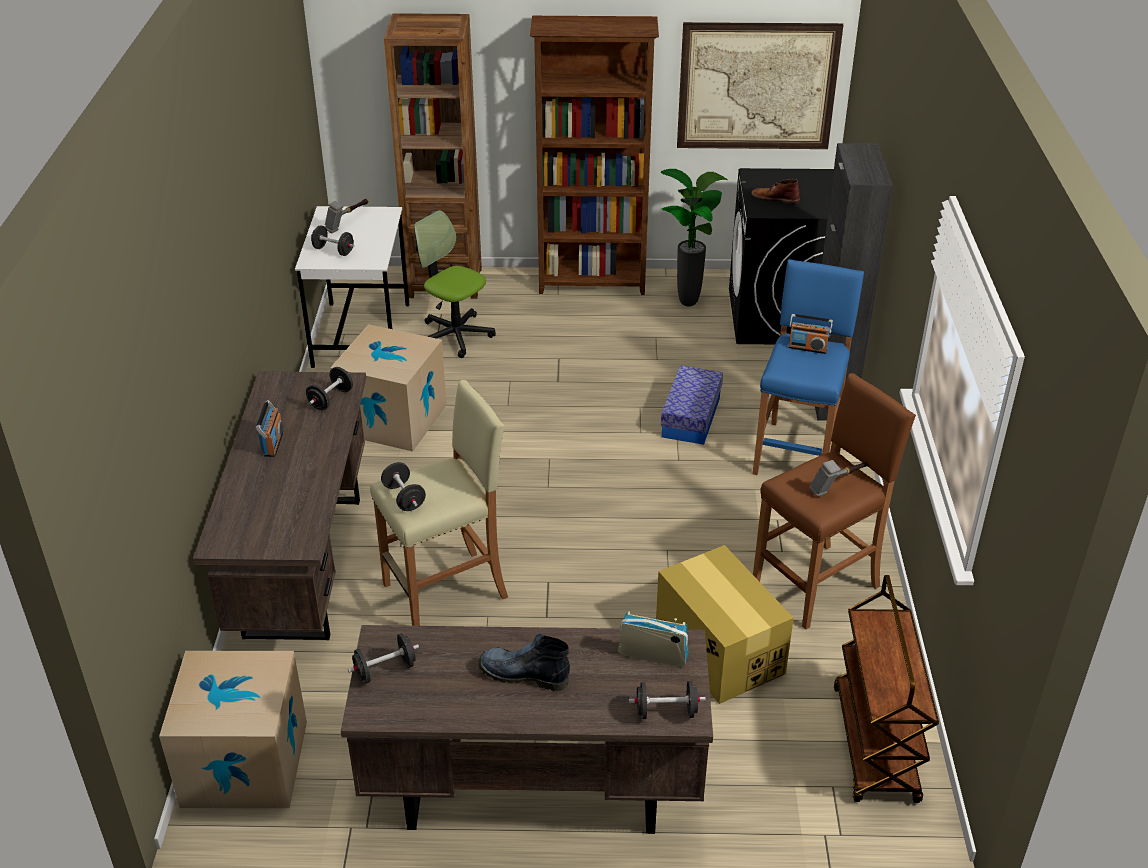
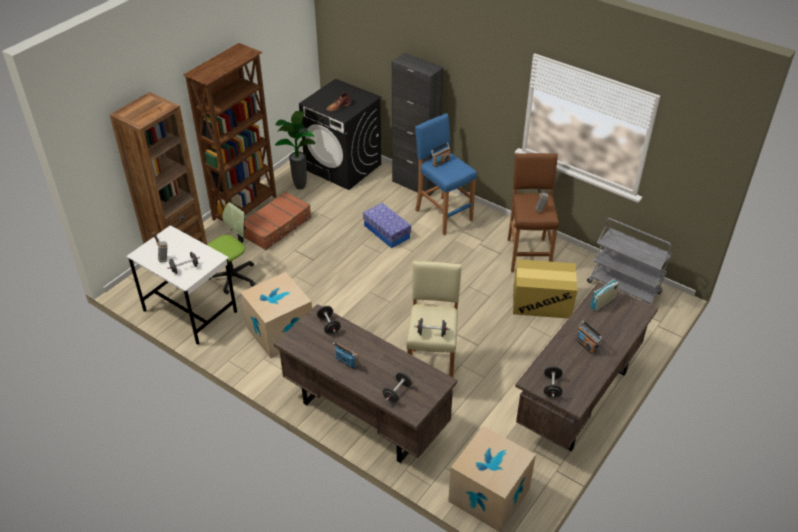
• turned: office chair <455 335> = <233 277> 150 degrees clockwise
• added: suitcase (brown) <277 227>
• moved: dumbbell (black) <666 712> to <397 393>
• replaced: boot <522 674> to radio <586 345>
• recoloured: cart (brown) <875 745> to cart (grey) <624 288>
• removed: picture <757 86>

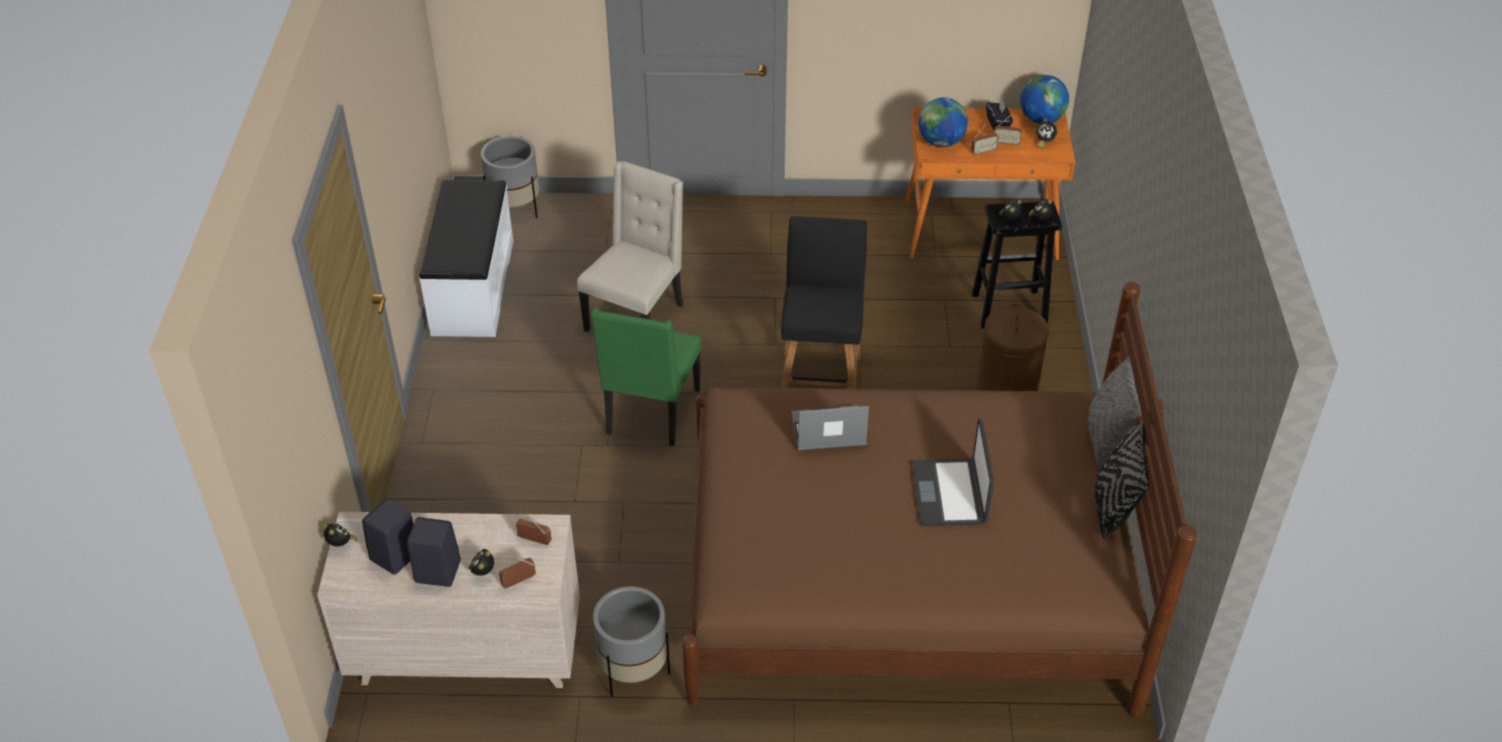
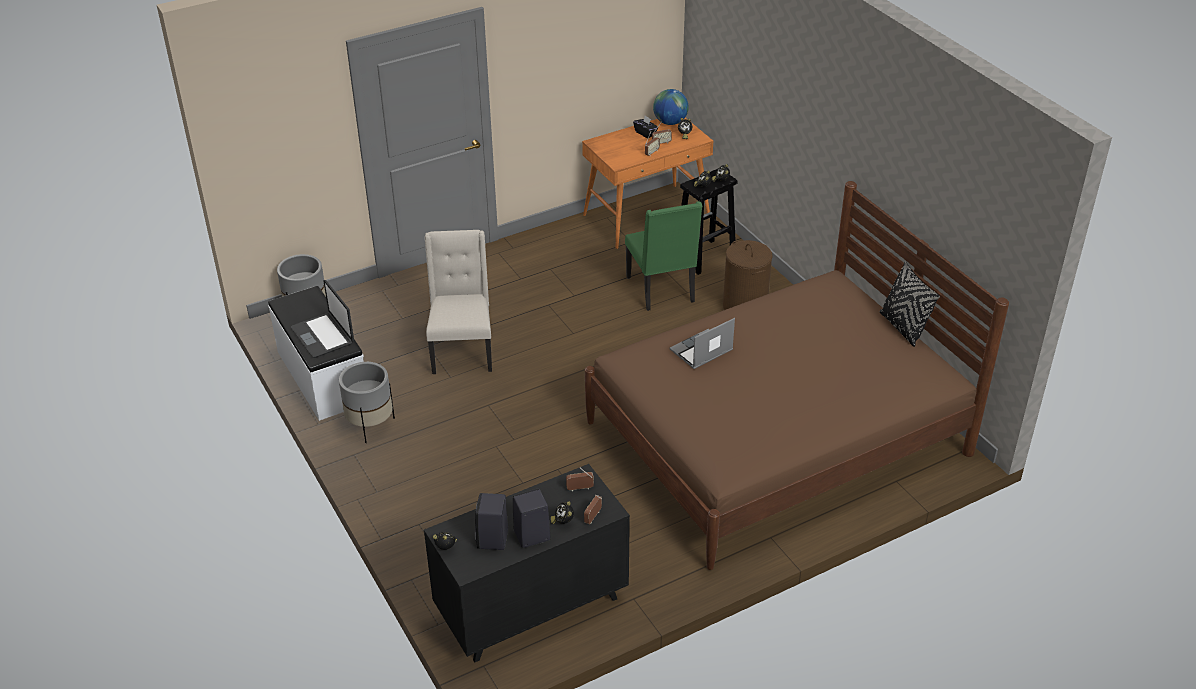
• moved: laptop <950 494> to <323 335>
• moved: planter (grey) <633 671> to <370 426>
• recoloured: dresser (beige) <465 652> to dresser (black) <531 608>
• moved: chair (green) <651 413> to <662 290>
• removed: chair (black) <820 377>
• removed: globe <940 142>
• removed: pillow (grey) <1106 437>

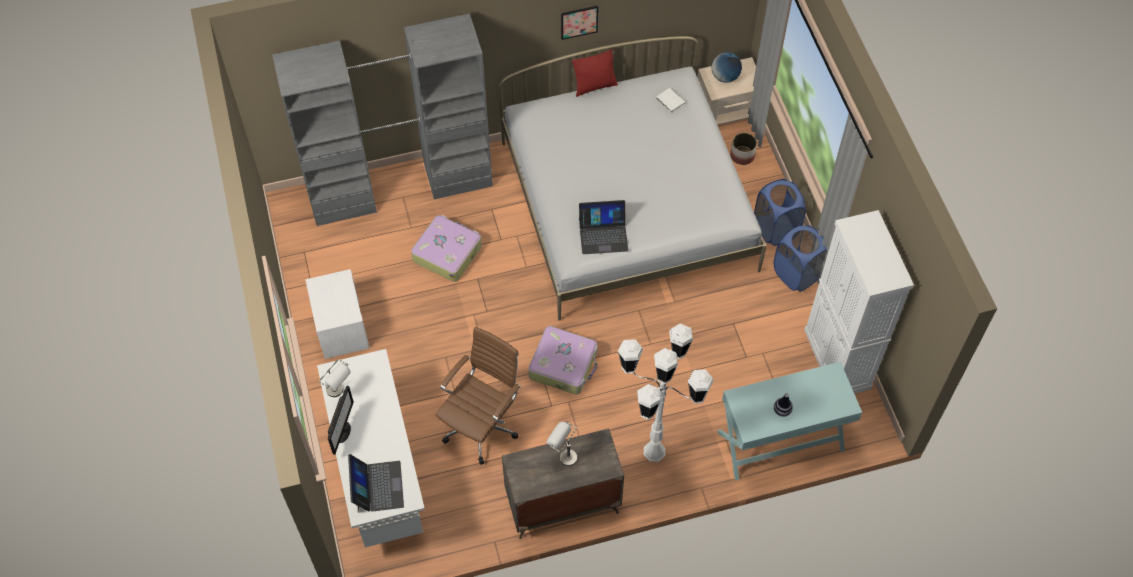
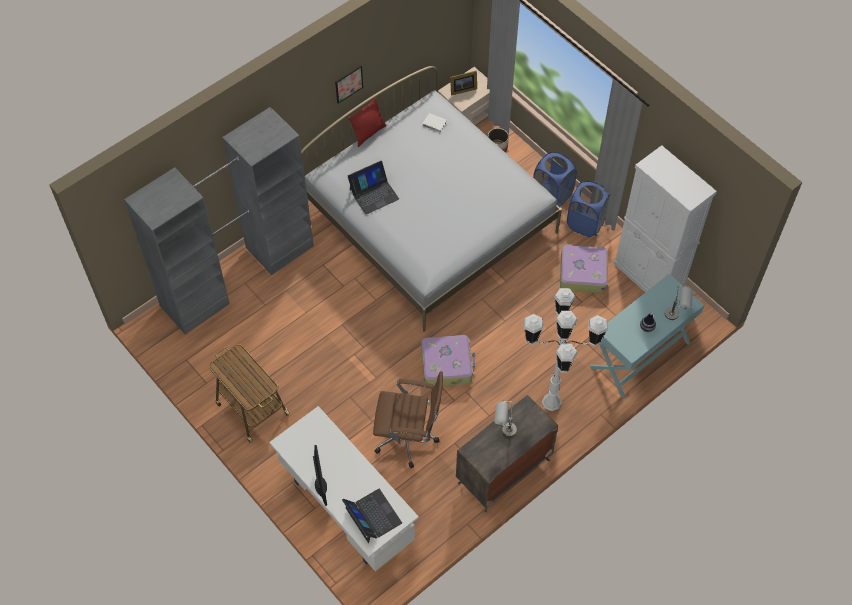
• replaced: nightstand (white) <341 327> to cart <251 408>
• moved: laptop <603 234> to <374 194>
• turned: office chair (brown) <482 425> = <409 438> 90 degrees clockwise
• replaced: globe <725 77> to picture frame <462 89>
• moved: suitcase <447 253> to <582 273>
• moved: table lamp (grey) <339 392> to <676 314>

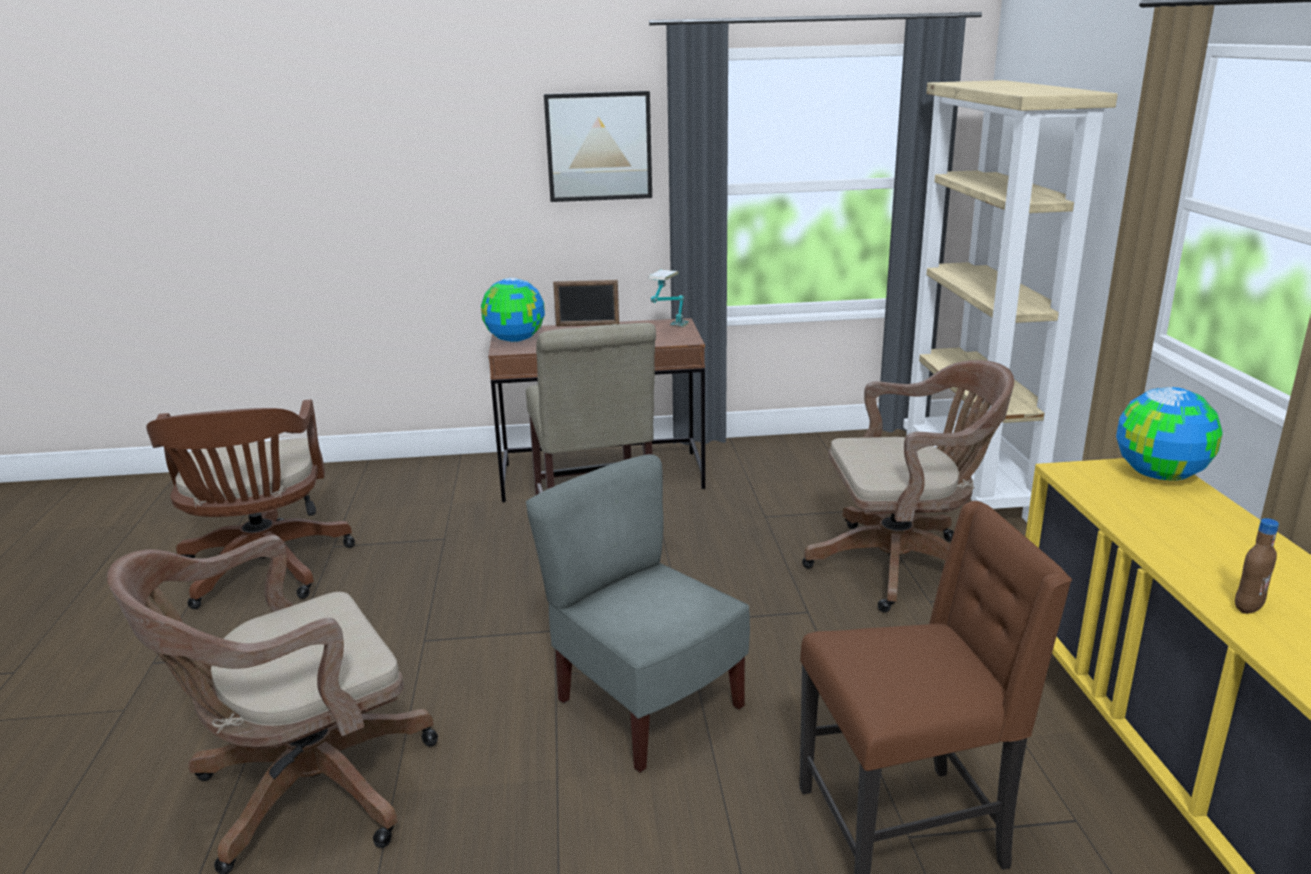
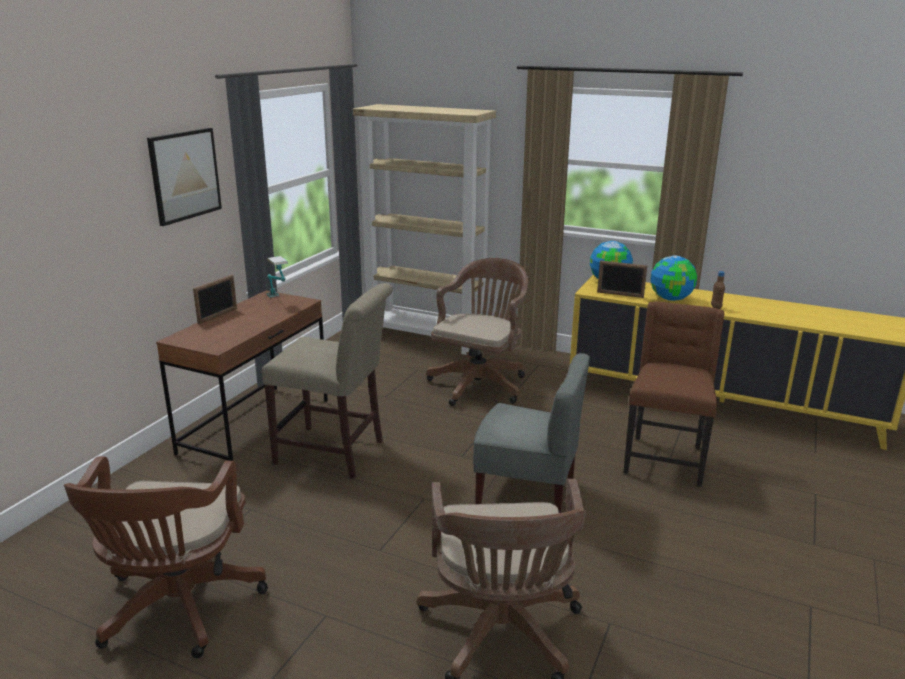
• turned: office chair (brown) <264 572> = <178 609> 75 degrees clockwise
• turned: chair (grey) <646 706> = <527 491> 150 degrees counterclockwise
• added: picture frame <620 294>
• moved: globe <515 340> to <671 299>

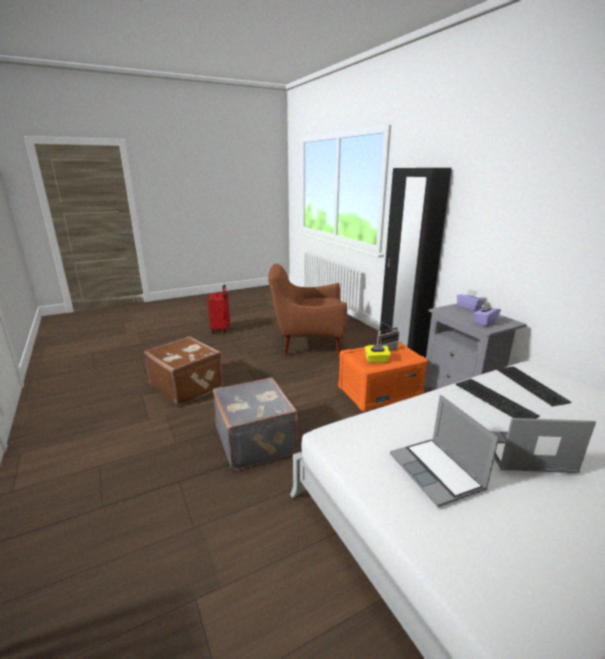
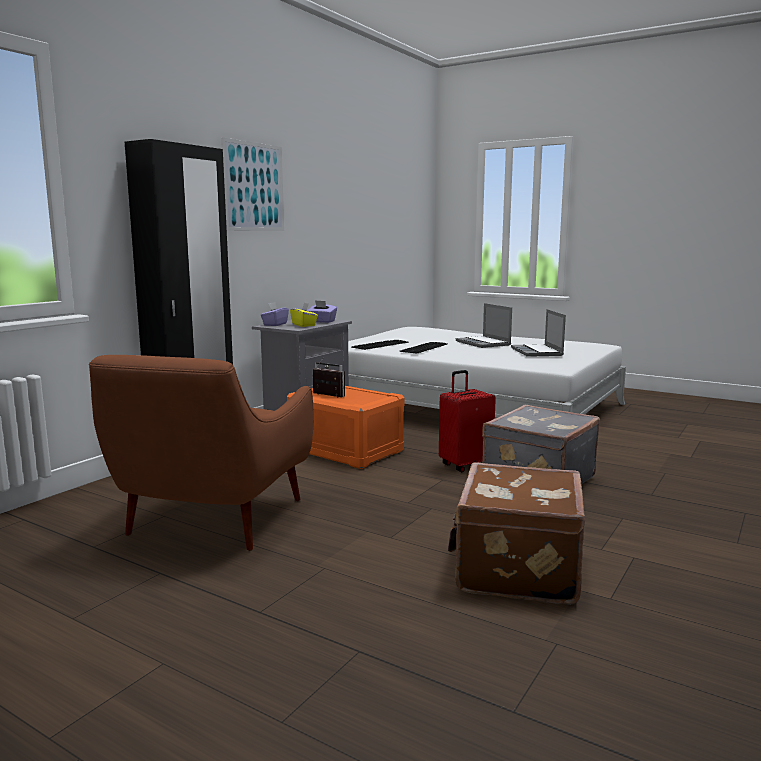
• turned: armchair (brown) <307 343> = <213 520> 45 degrees clockwise
• added: picture <254 187>
• moved: tissue box (yellow) <376 360> to <304 325>
• moved: suitcase (red) <221 329> to <465 465>
• turned: laptop <437 472> = <537 352> 135 degrees clockwise

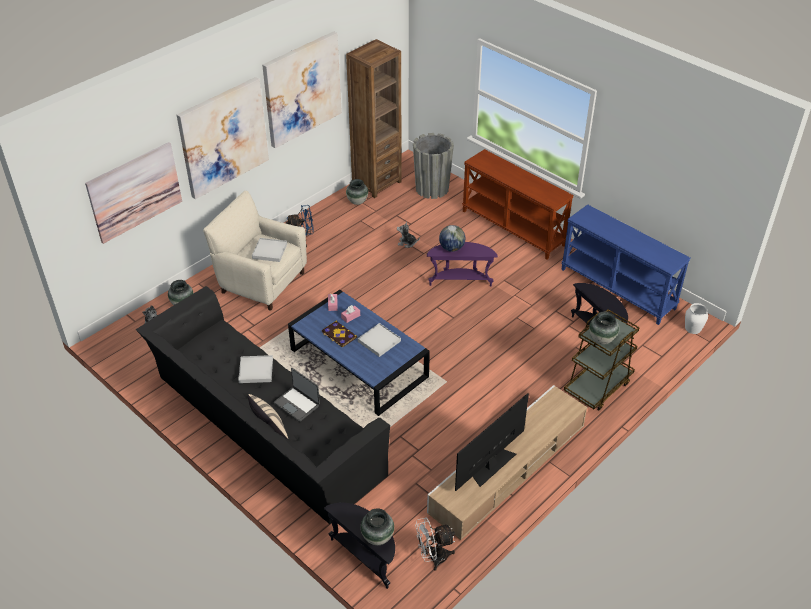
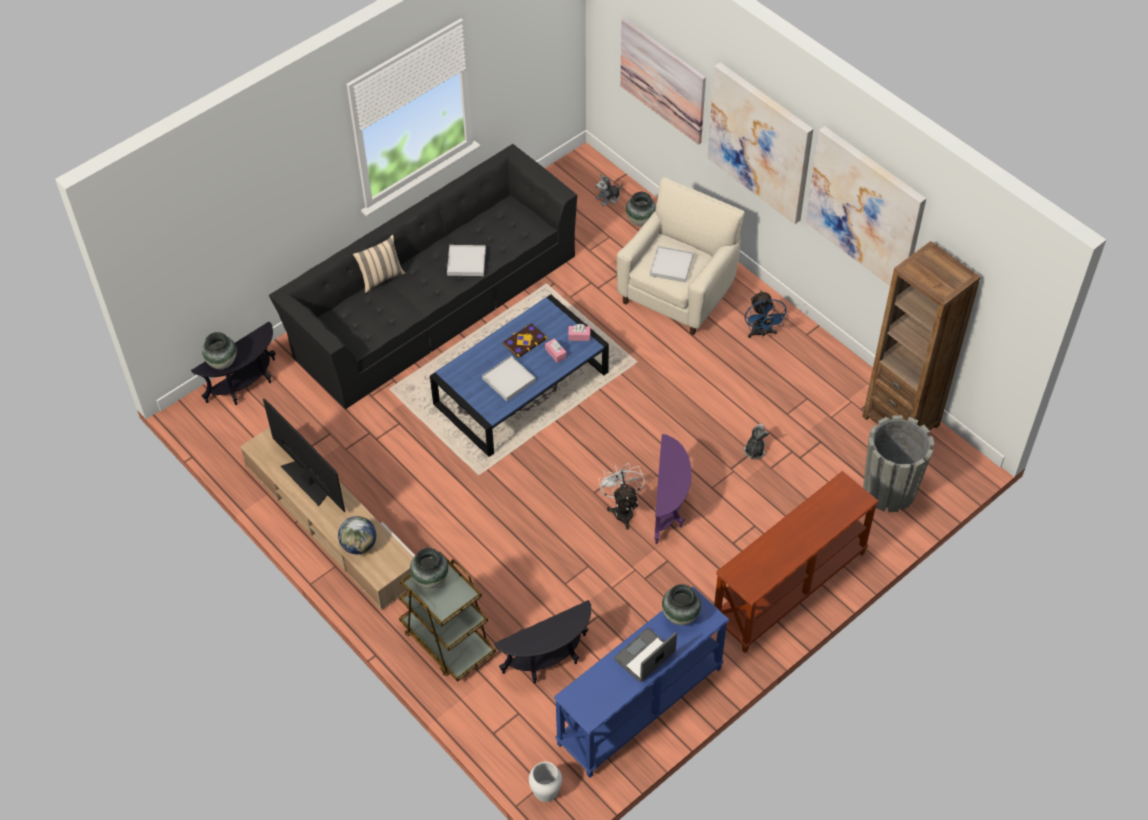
• moved: globe <451 248> to <359 545>
• moved: fan (white) <433 557> to <622 509>
• moved: laptop <297 404> to <645 656>
• moved: vase <357 202> to <680 615>

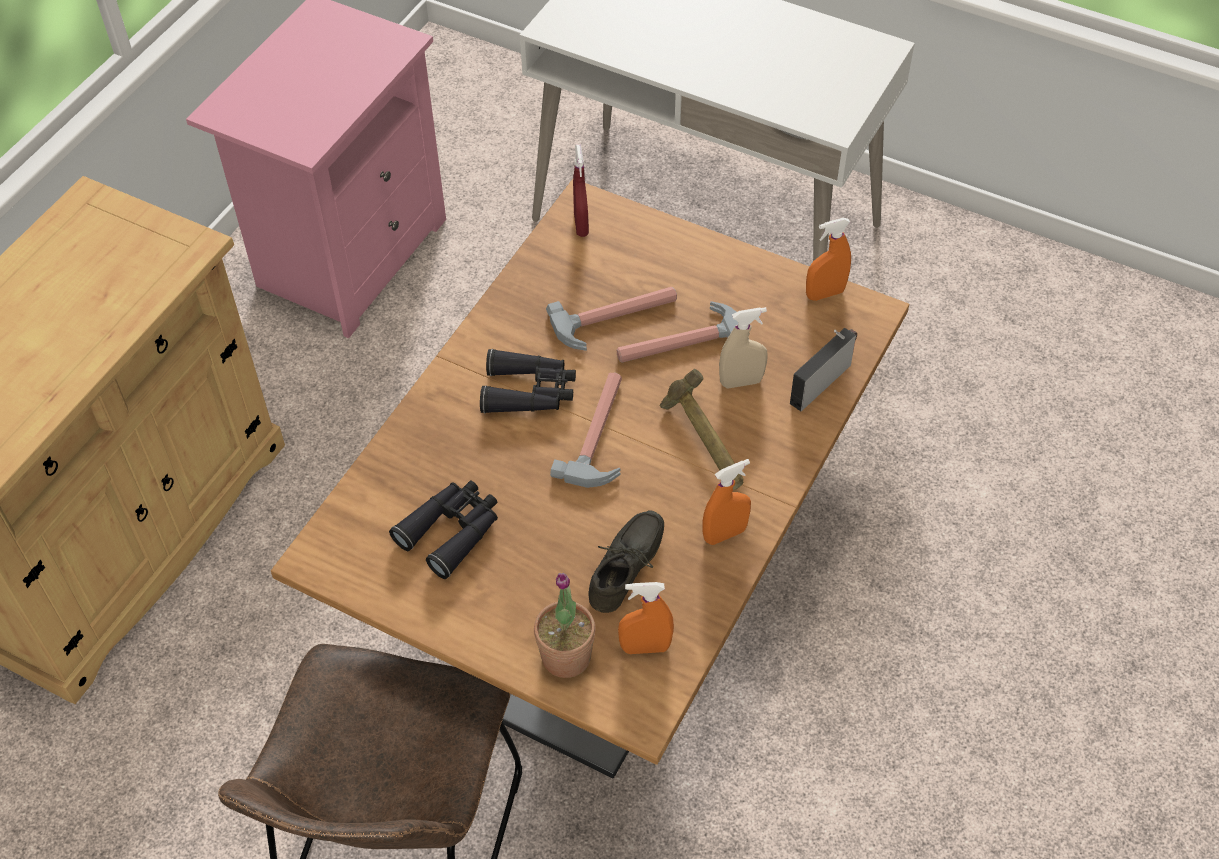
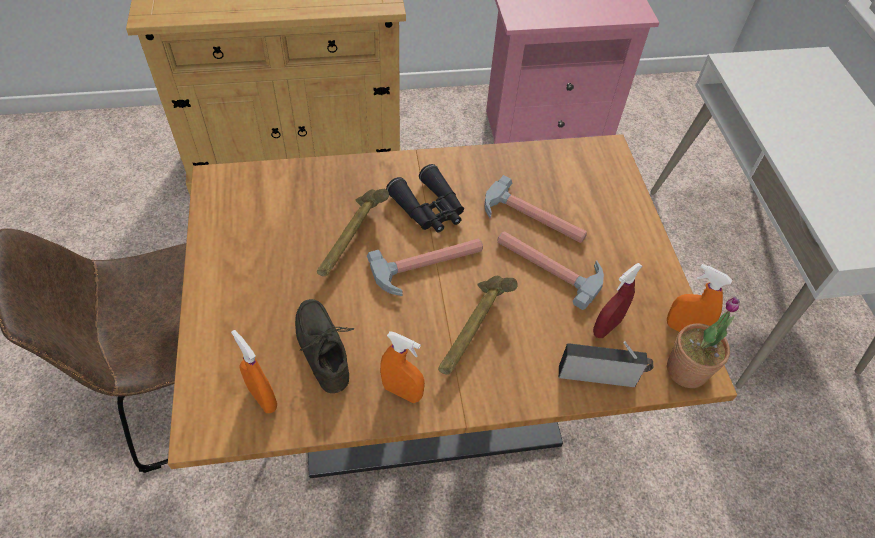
• turned: shoe (grey) <630 568> = <326 348> 105 degrees counterclockwise
• added: hammer <350 242>
• moved: spray bottle (red) <581 225> to <606 327>
• moved: potted plant <566 656> to <686 370>
• removed: binoculars (black) <452 531>
• removed: spray bottle (beige) <741 382>

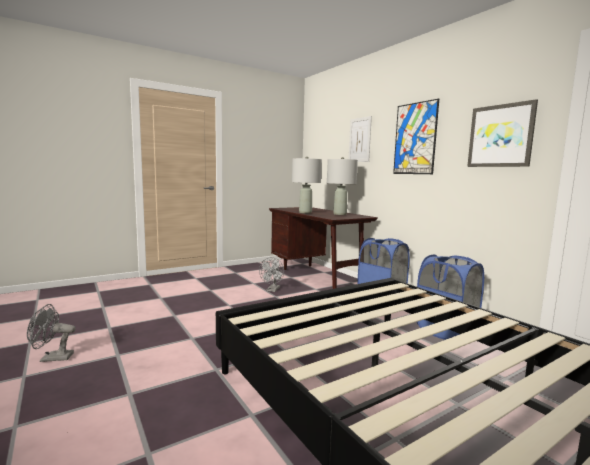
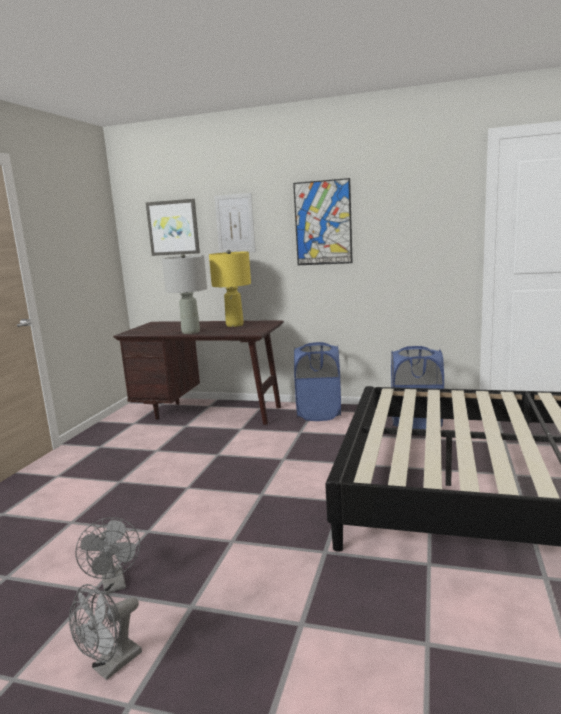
• moved: fan (grey) <272 290> to <115 585>
• moved: picture <500 136> to <173 227>
• recoloured: table lamp (grey) <340 214> to table lamp (yellow) <235 325>

